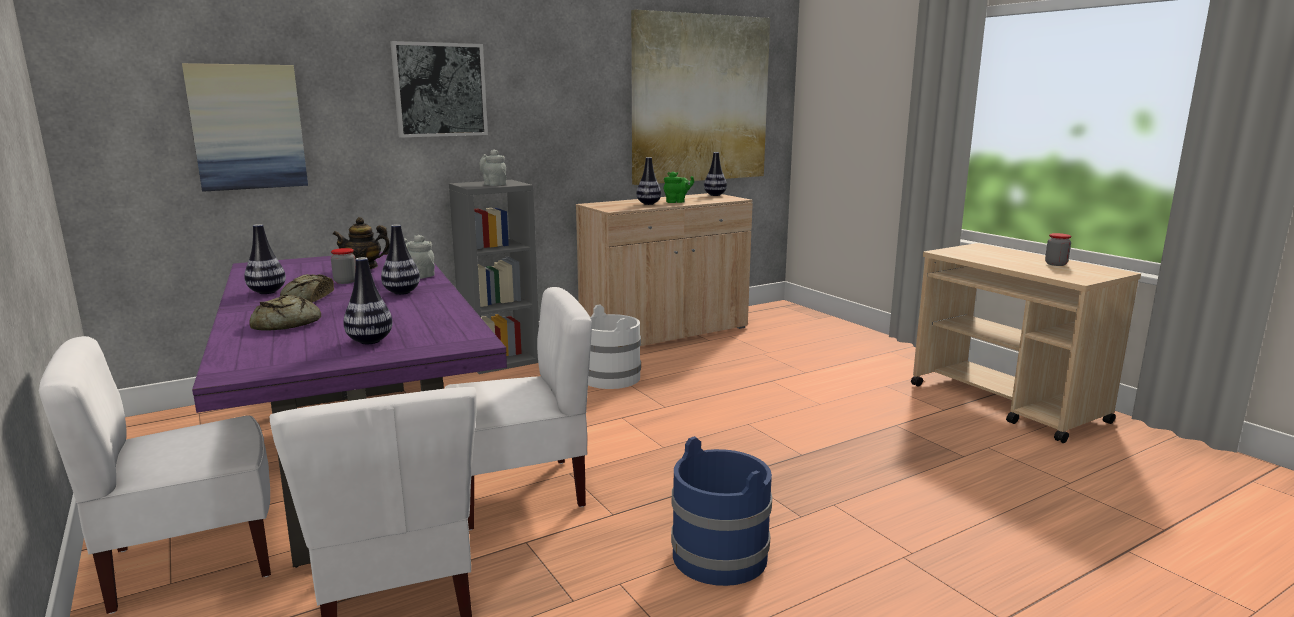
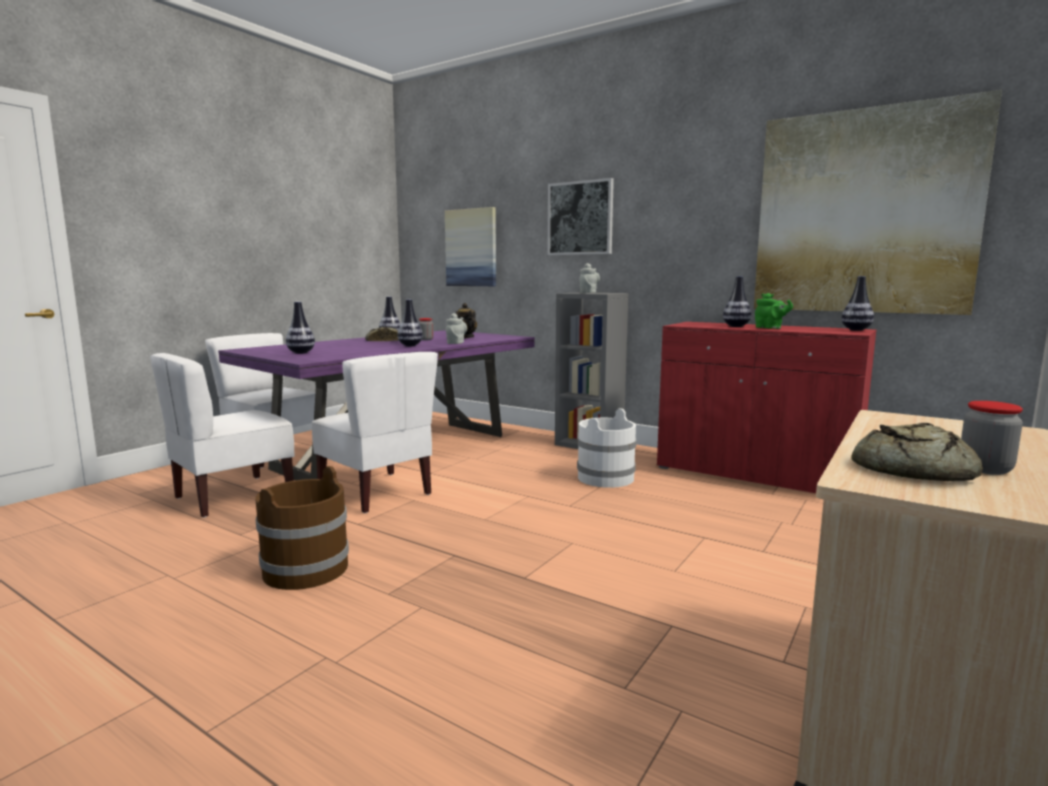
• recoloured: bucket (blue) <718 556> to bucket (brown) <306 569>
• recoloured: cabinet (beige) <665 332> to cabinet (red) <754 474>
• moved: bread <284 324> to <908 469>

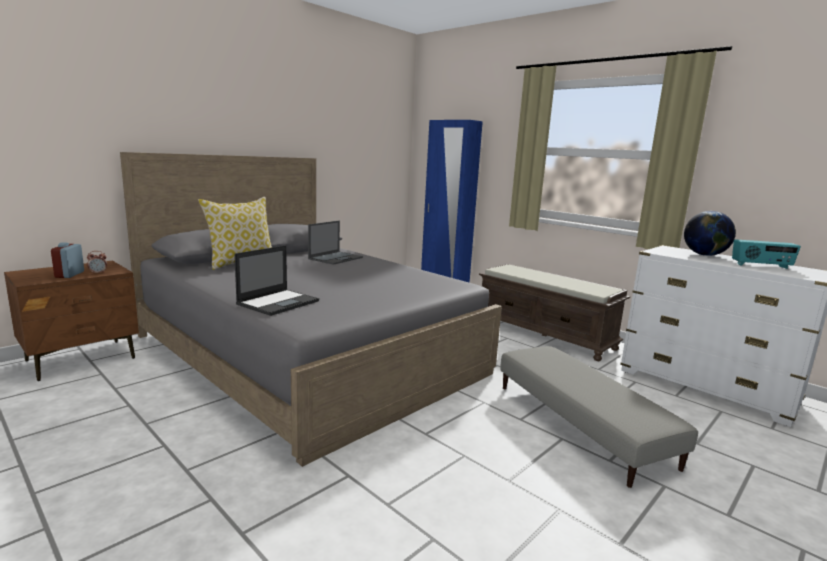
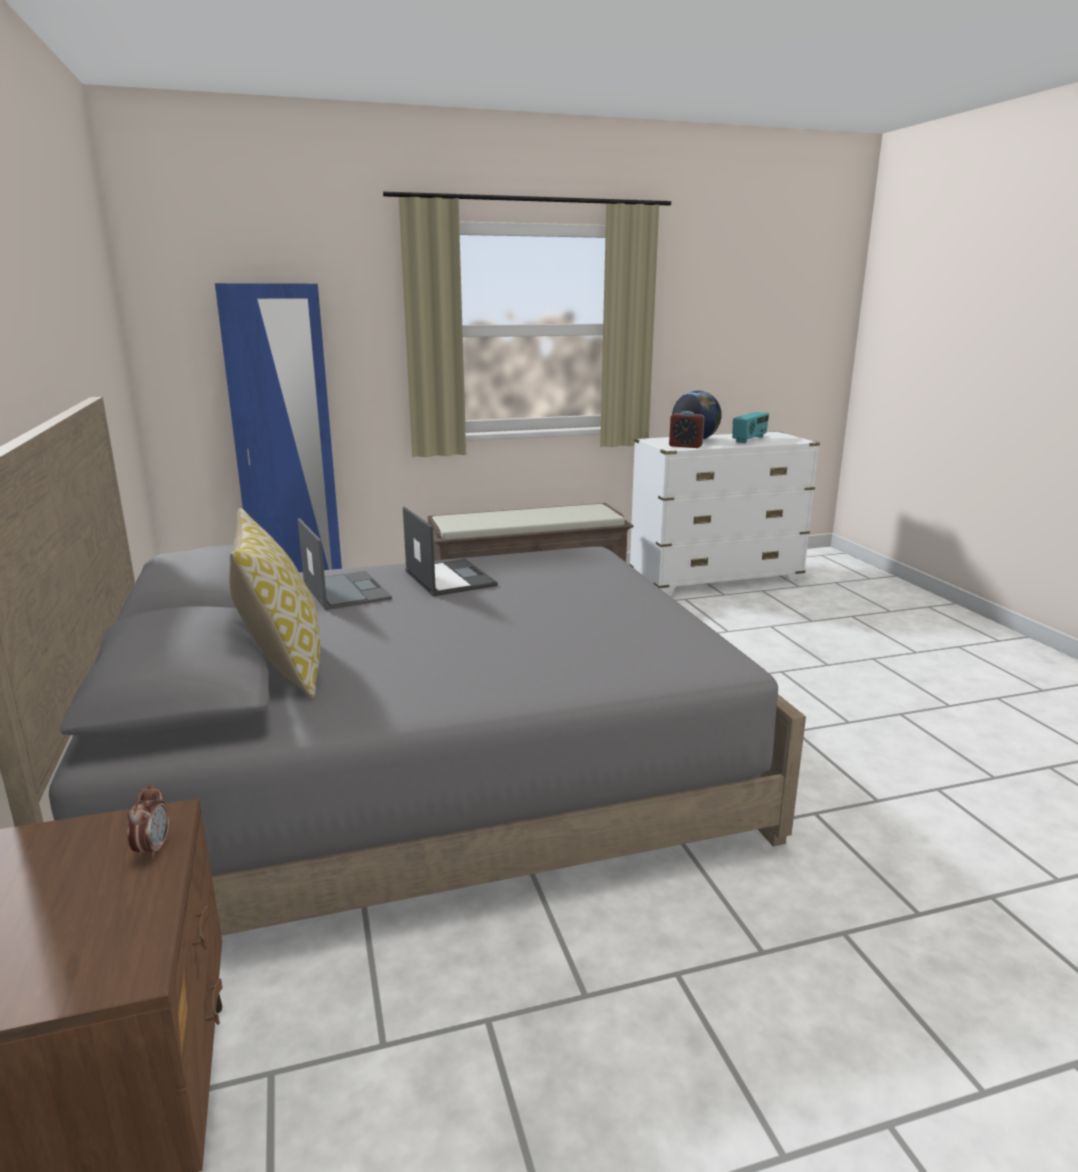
• moved: laptop <279 302> to <449 578>
• moved: alarm clock <69 274> to <685 446>
• removed: ottoman (grey) <581 424>

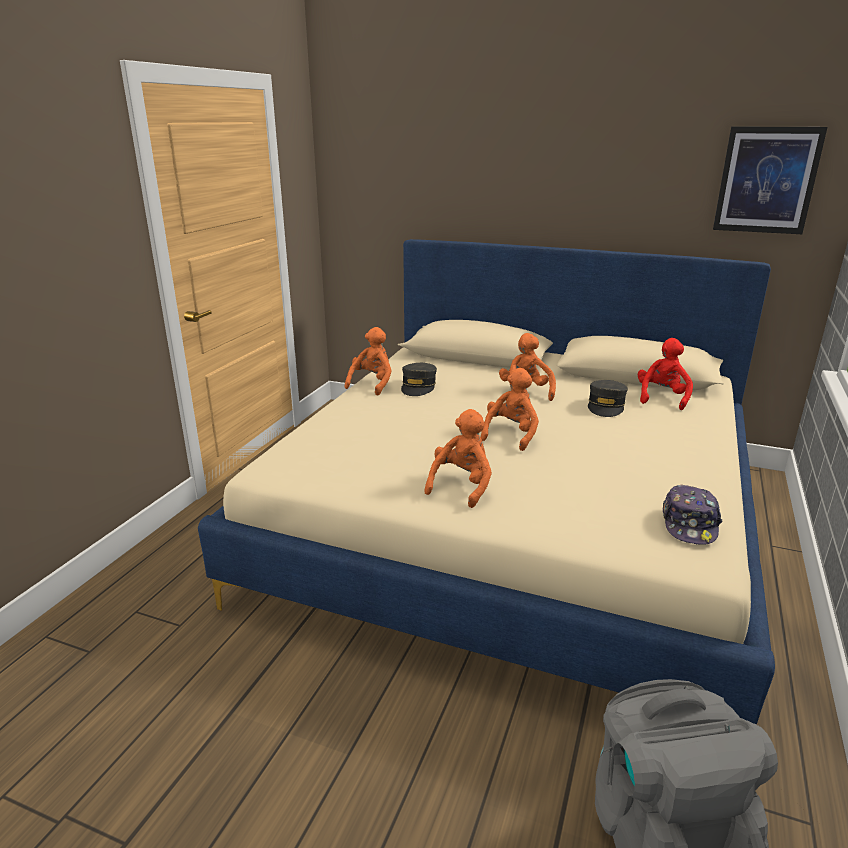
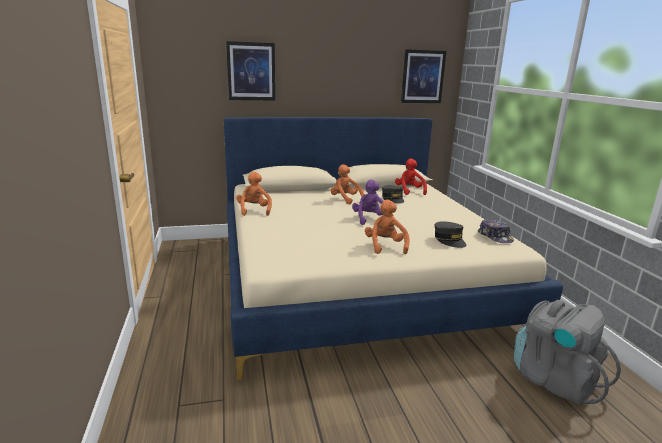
• added: picture <251 71>
• recoloured: plush toy (orange) <511 434> to plush toy (purple) <370 219>
• moved: cap (grey) <418 387> to <449 240>

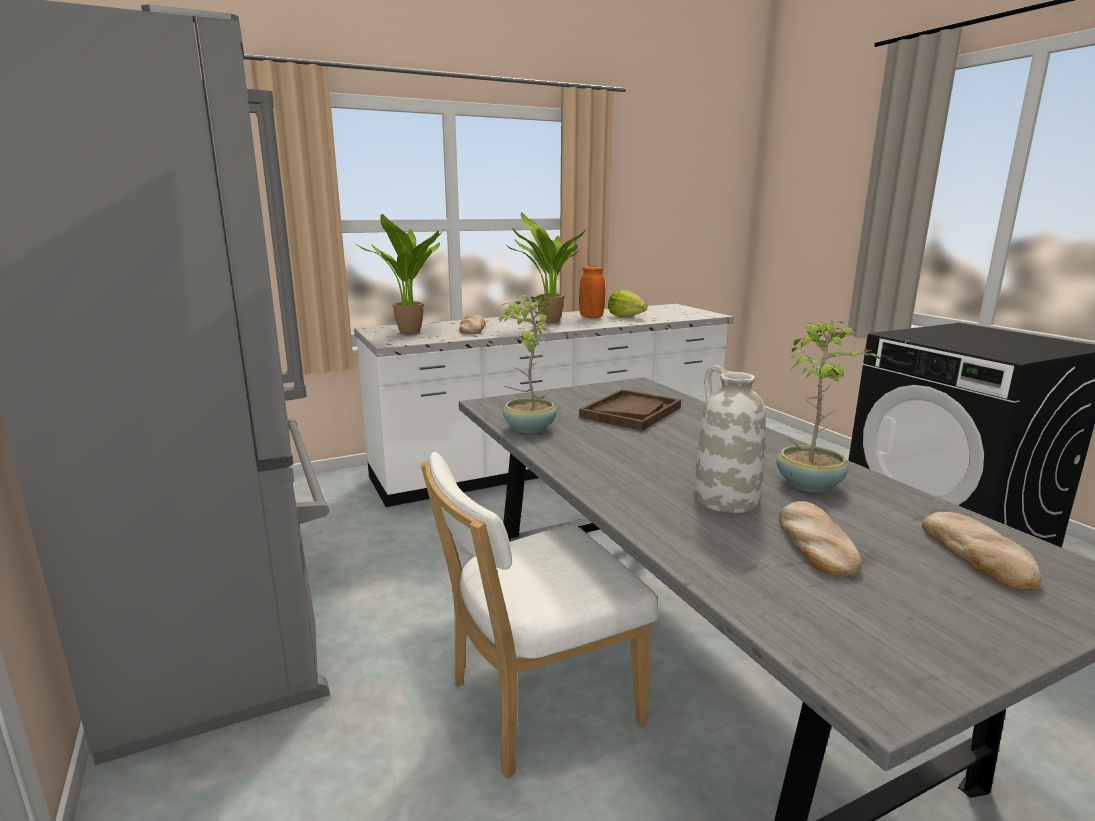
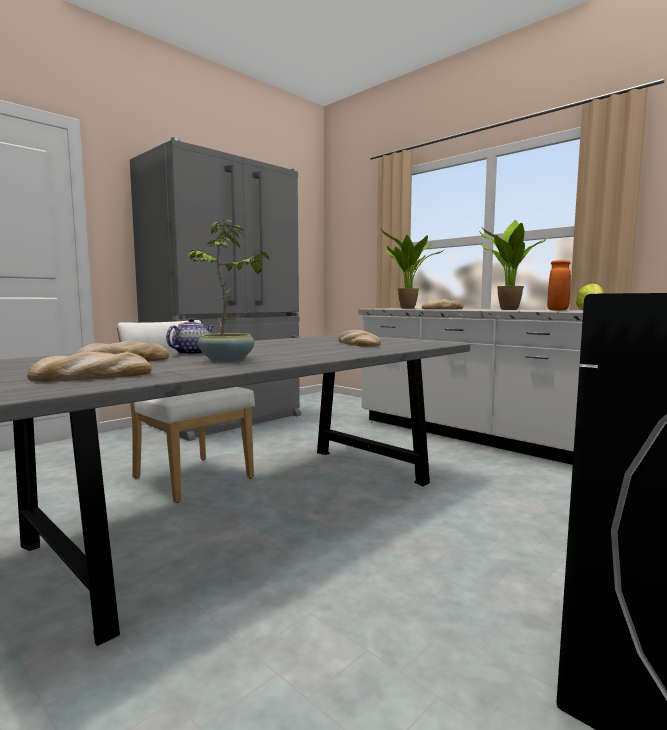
• replaced: vase (white) <724 499> to teapot <192 353>
• replaced: tray (brown) <630 412> to bread <357 344>
• removed: potted plant <528 428>

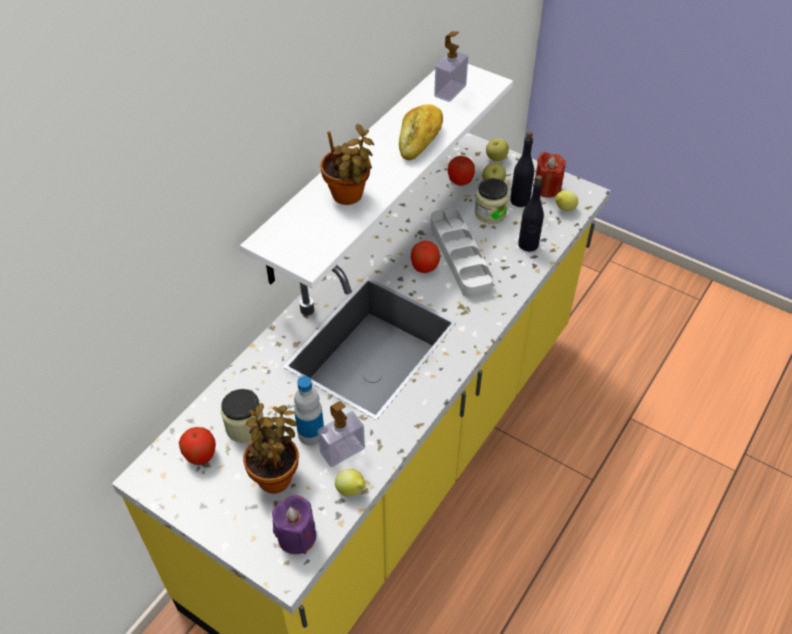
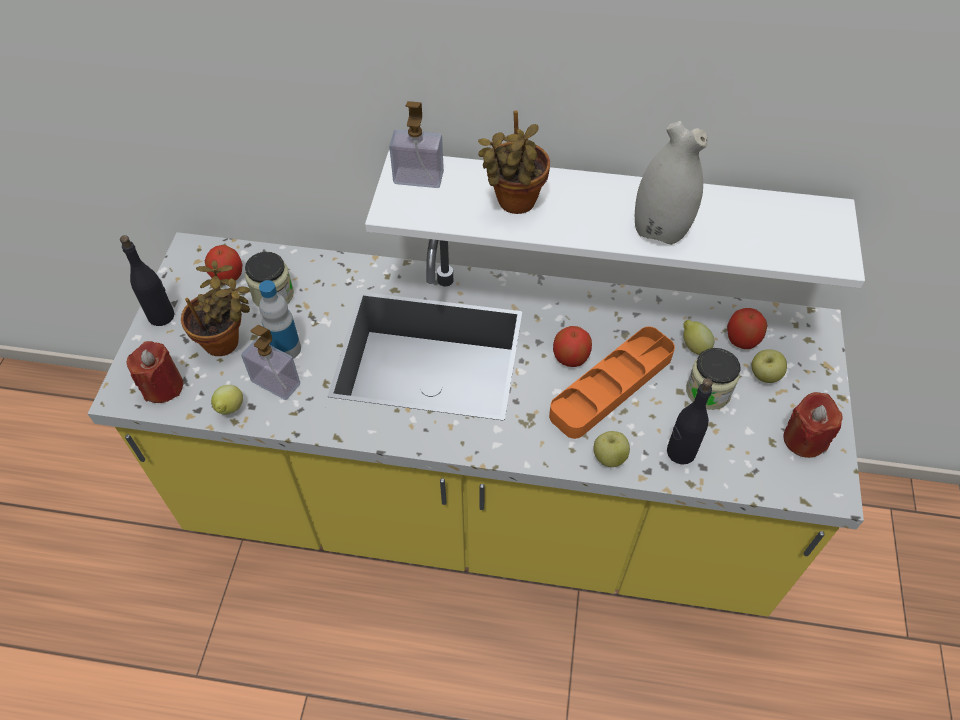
• moved: bottle (black) <519 200> to <162 316>
• recoloured: candle (purple) <297 536> to candle (red) <163 386>
• moved: soap dispenser <450 91> to <418 178>
• recoloured: tray (grey) <460 256> to tray (orange) <611 386>
• moved: apple <496 158> to <609 457>
• replaced: bread <420 140> to vase (white) <660 229>
• moved: lemon <564 209> to <694 347>

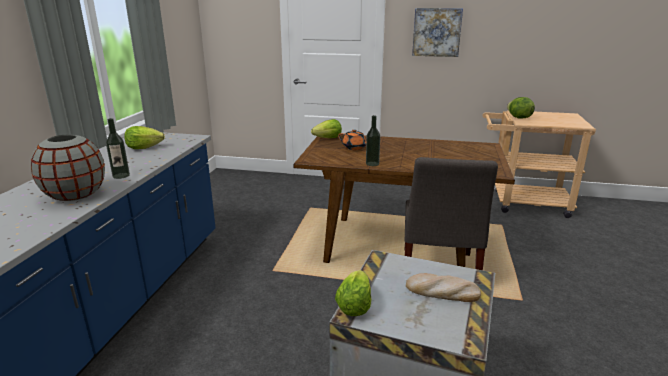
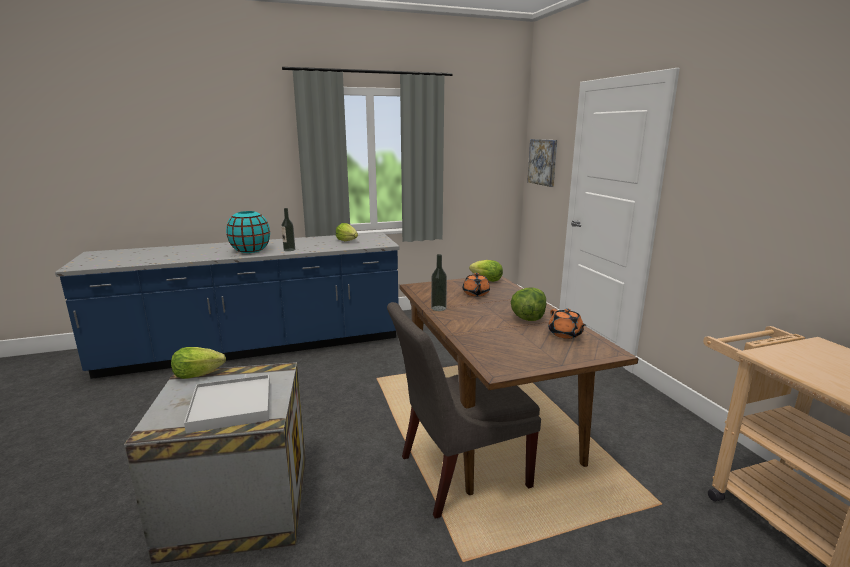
• replaced: bread <442 292> to tray (white) <231 406>
• recoloured: vase (grey) <75 195> to vase (turquoise) <250 251>
• moved: lettuce <518 118> to <527 318>
• moved: picture <436 32> to <543 162>
• added: teapot (orange) <565 334>

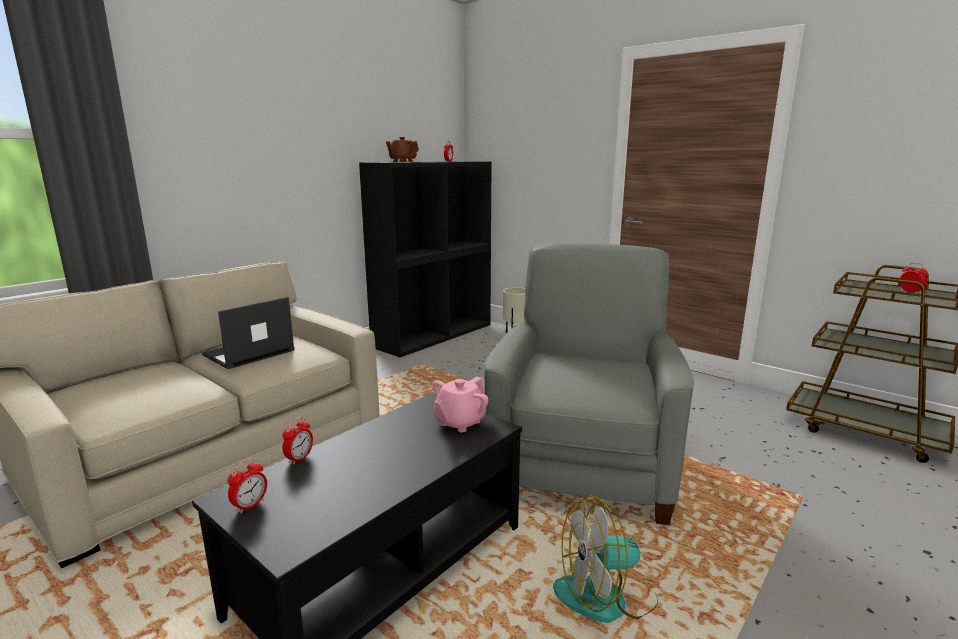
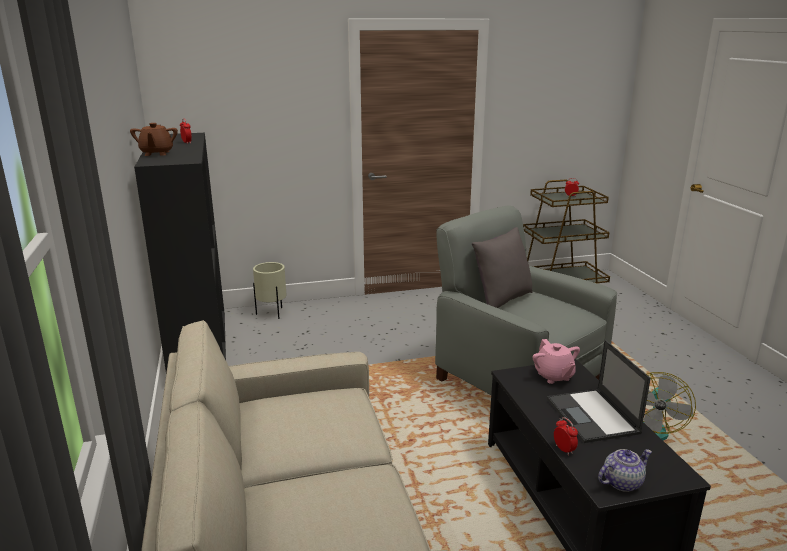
• added: pillow (grey) <501 300>
• moved: laptop <248 353> to <593 416>
• replaced: alarm clock <250 505> to teapot <622 482>

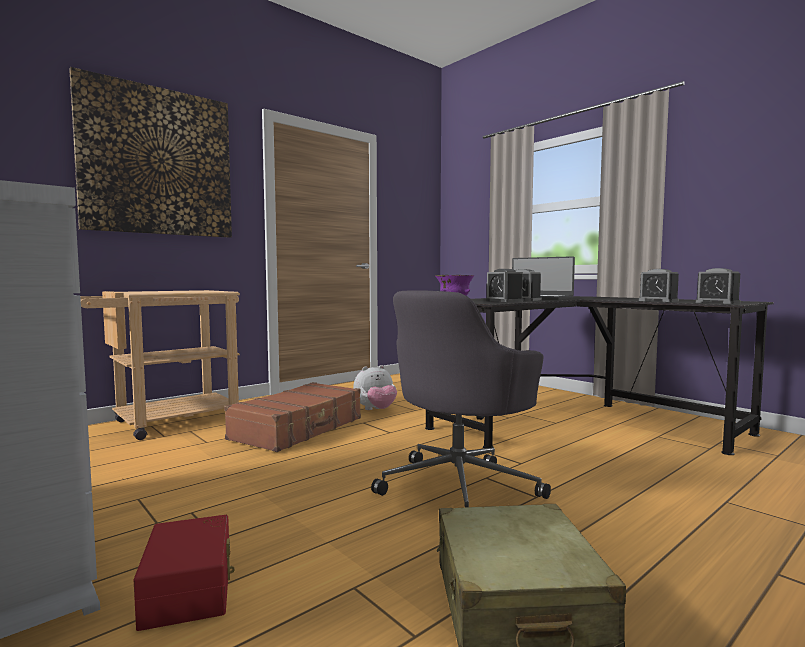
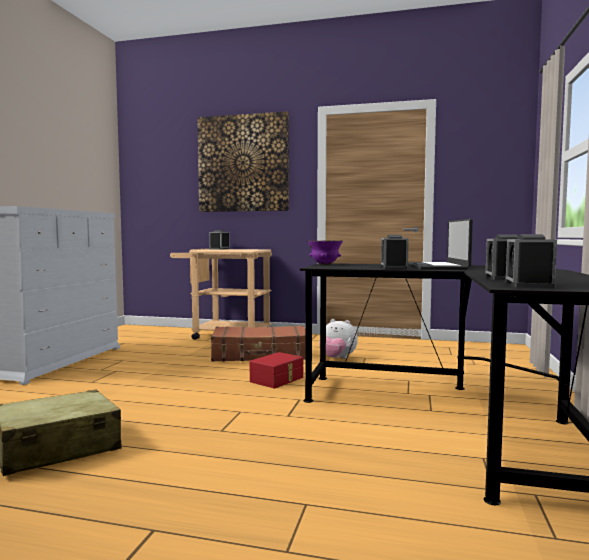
• moved: alarm clock <504 301> to <219 249>
• moved: storage box (red) <191 588> to <278 380>
• removed: office chair (grey) <460 486>

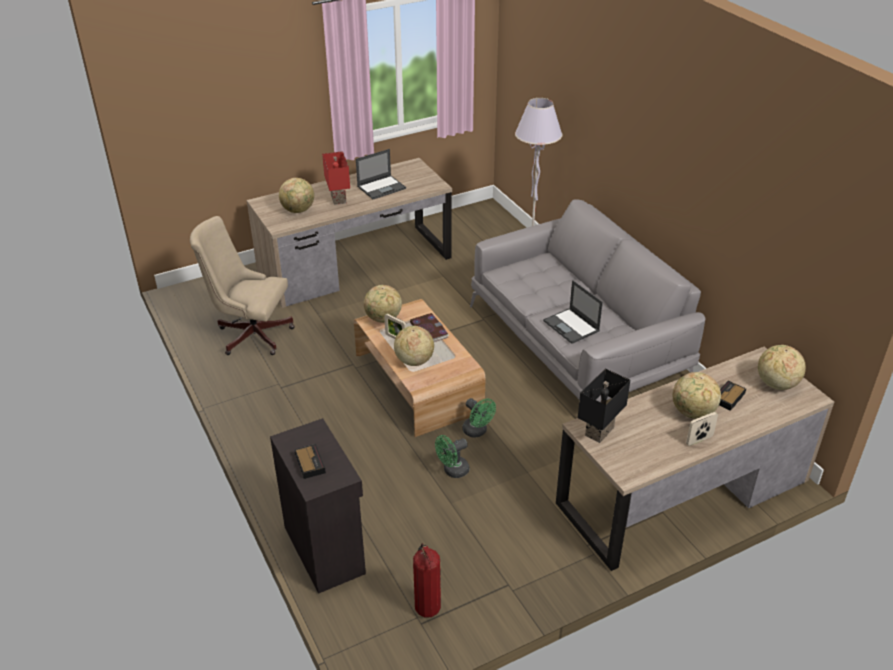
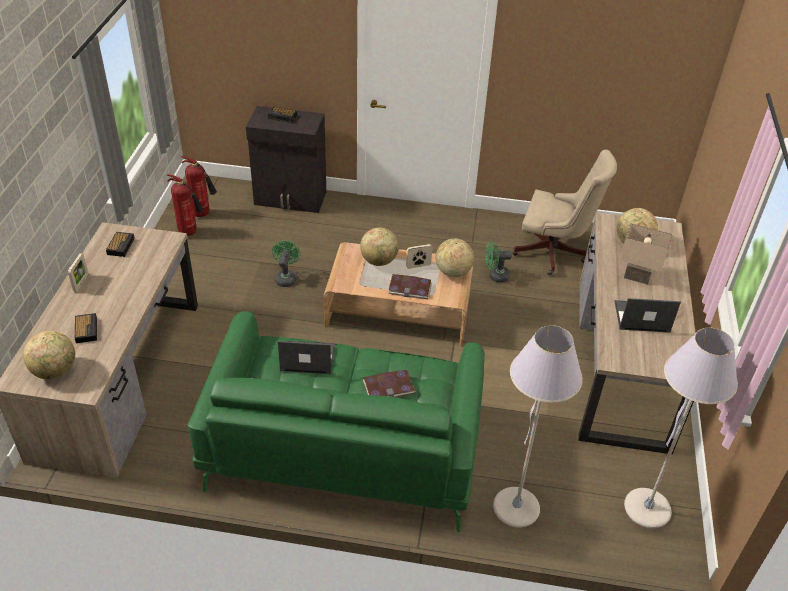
• added: alarm clock <121 246>
• added: fire extinguisher <190 233>
• recoloured: sofa (grey) <577 342> to sofa (green) <343 445>
• added: book <388 387>
• moved: fan (green) <477 432> to <495 276>
• turned: office chair (beige) <250 334> = <554 253> 60 degrees clockwise
• turned: laptop <382 187> = <641 317> 90 degrees clockwise
• recoloured: table lamp (red) <337 199> to table lamp (beige) <637 276>
• added: floor lamp (grey) <647 509>
• removed: table lamp (black) <598 430>
• removed: globe <692 412>

